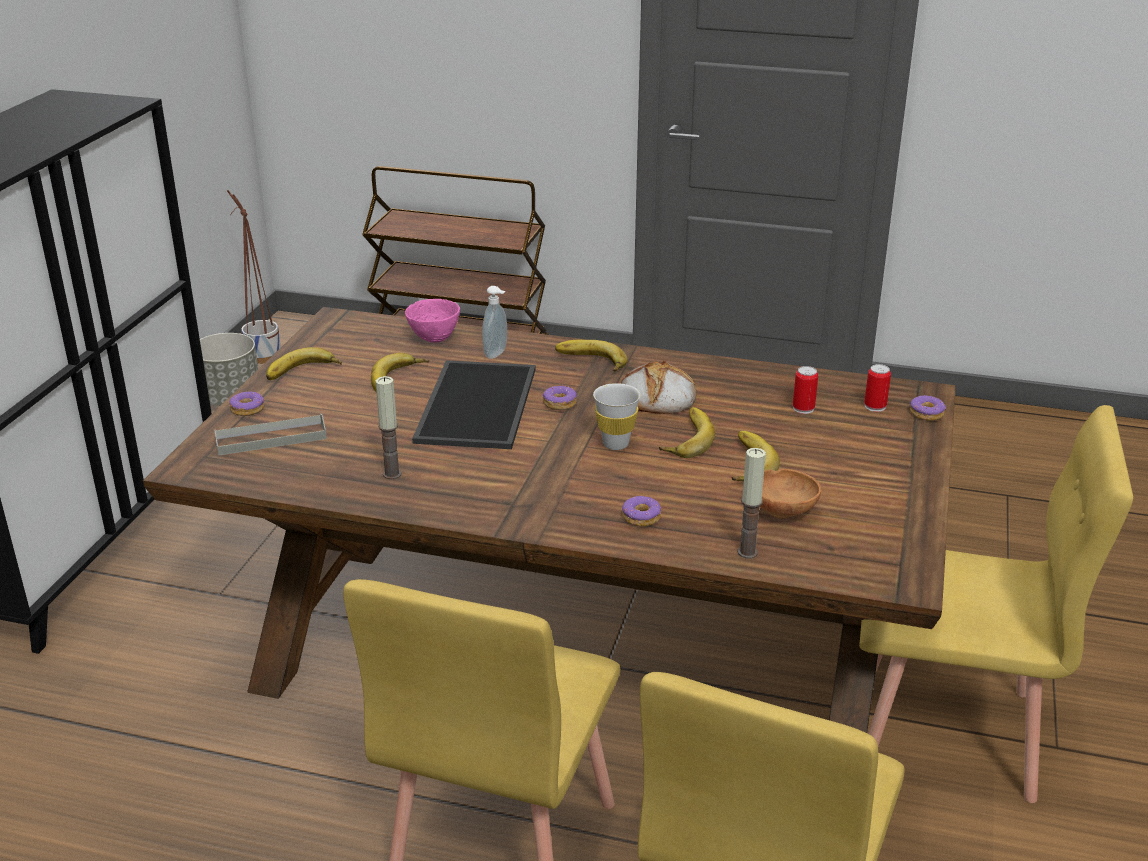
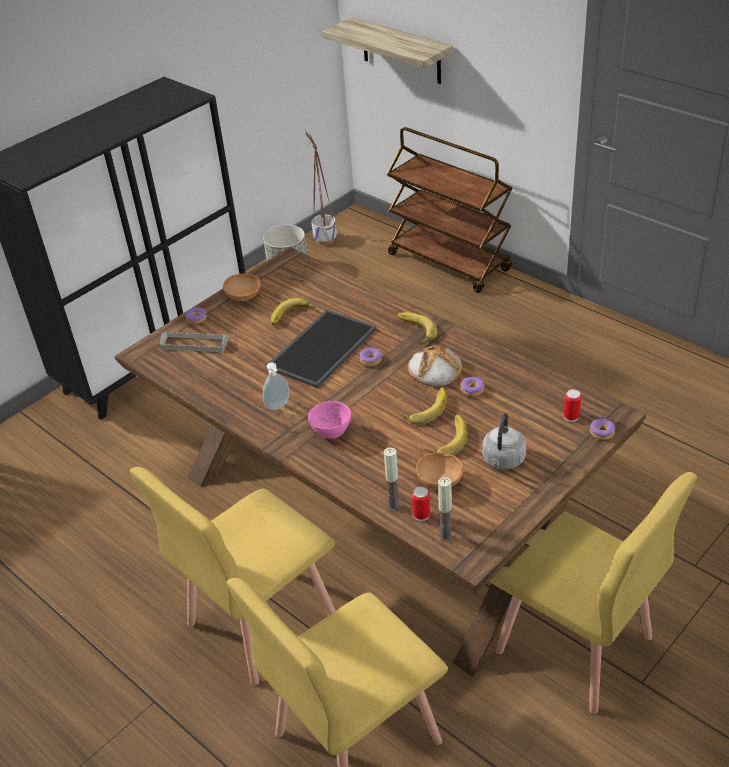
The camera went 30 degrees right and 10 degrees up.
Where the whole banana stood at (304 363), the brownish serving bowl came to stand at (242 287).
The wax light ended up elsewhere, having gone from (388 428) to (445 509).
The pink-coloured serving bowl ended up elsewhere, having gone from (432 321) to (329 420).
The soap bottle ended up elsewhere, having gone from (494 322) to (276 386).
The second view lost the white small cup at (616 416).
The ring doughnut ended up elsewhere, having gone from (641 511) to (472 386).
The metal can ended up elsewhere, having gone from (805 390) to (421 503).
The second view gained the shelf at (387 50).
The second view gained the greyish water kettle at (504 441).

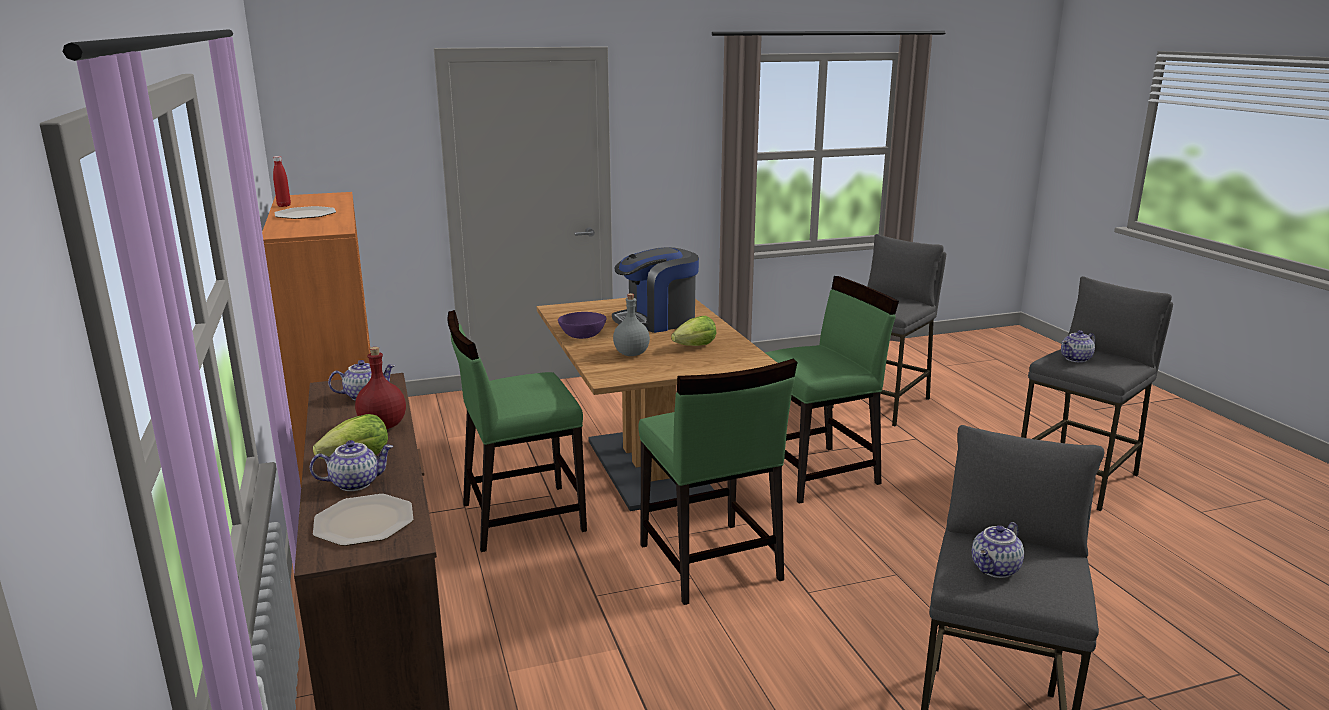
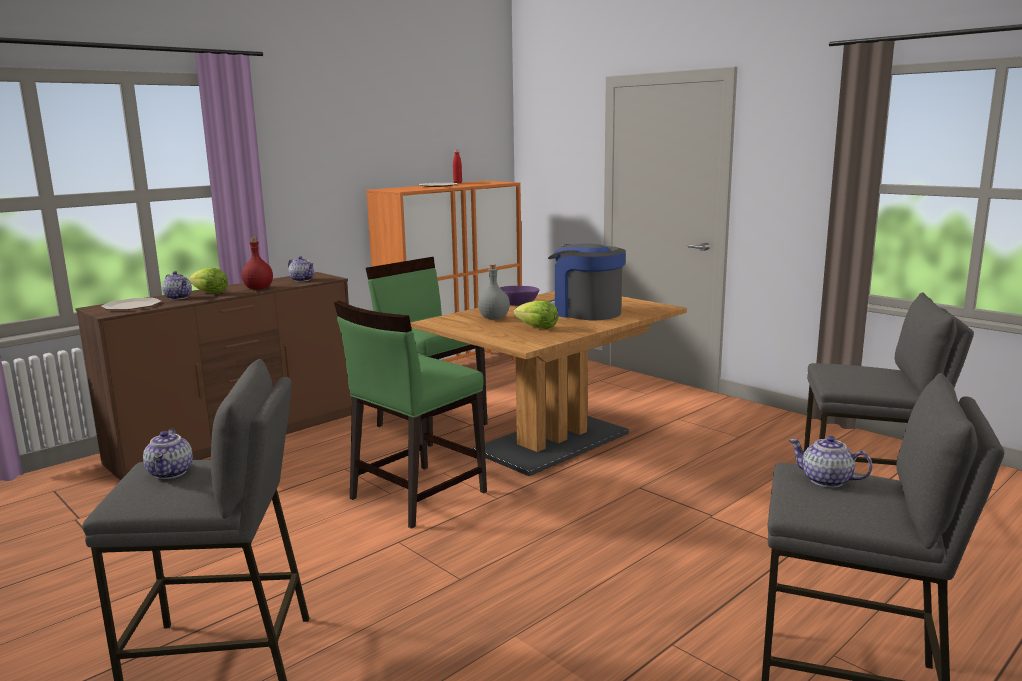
The camera went 65 degrees right and 5 degrees down.
The second view lost the greenish upright chair at (832 390).
The teapot at (998 550) ended up facing another way, 120 degrees counterclockwise from before.

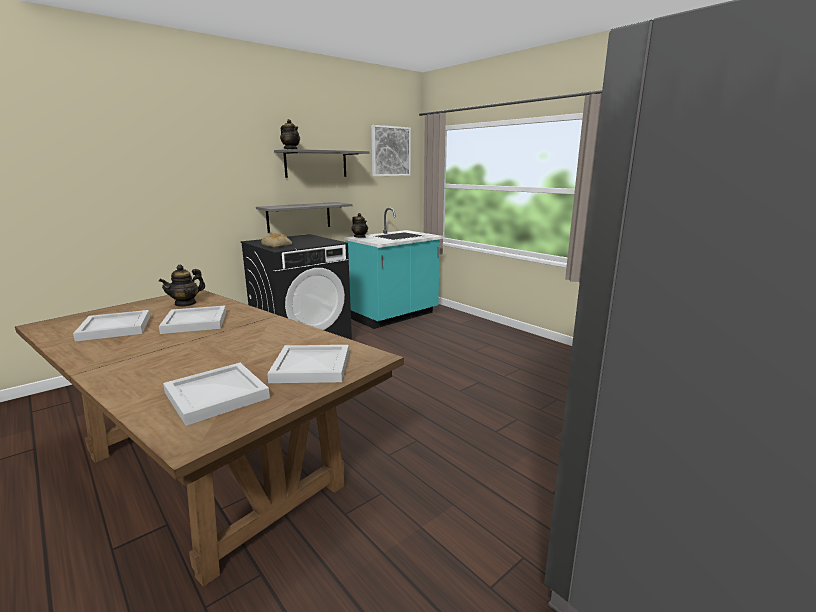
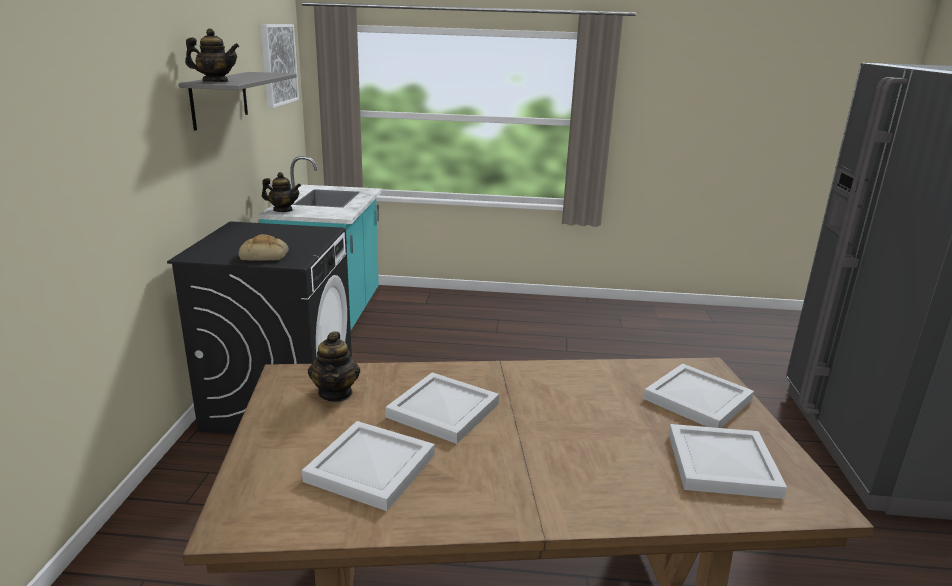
The camera went 45 degrees left and 5 degrees up.
The second view lost the greyish shelf at (304 217).

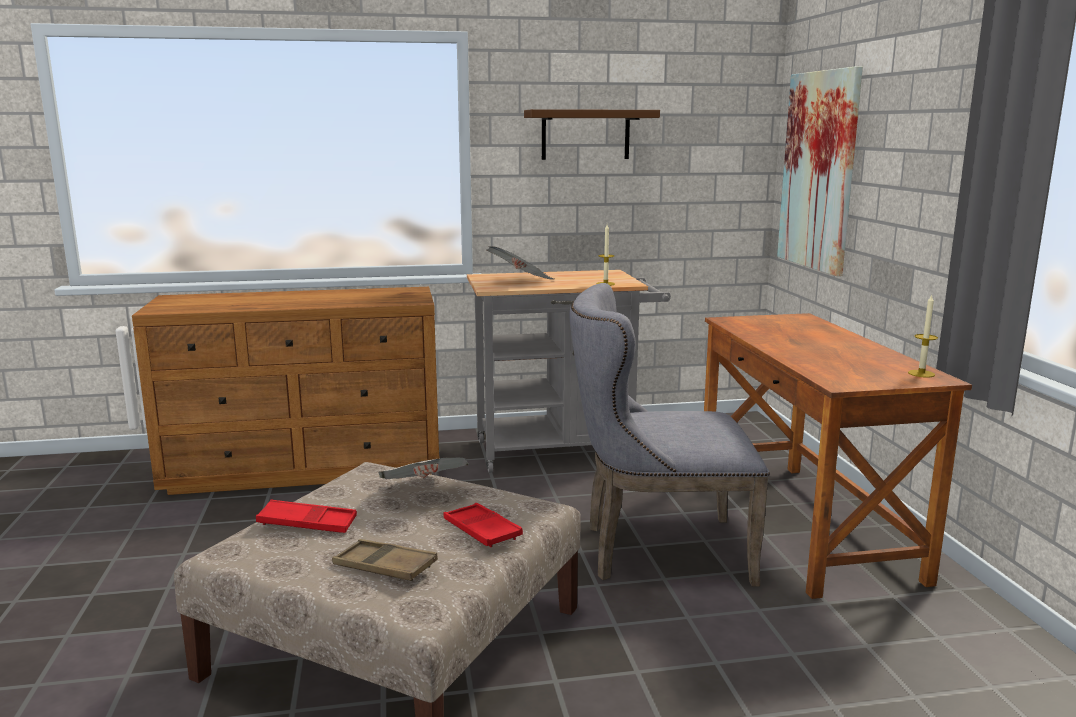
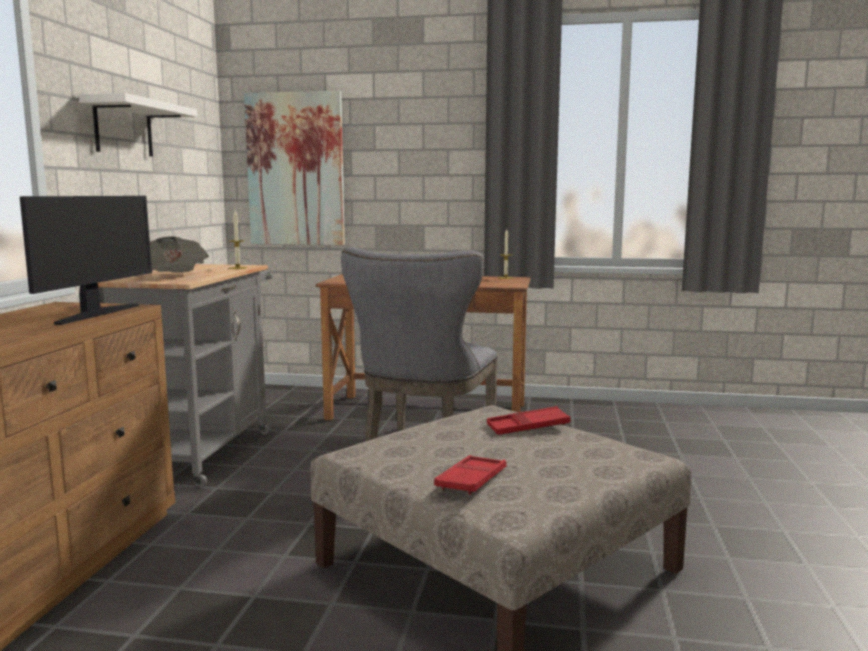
The camera went 70 degrees left and 5 degrees down.
The second view lost the brownish carrying tray at (385 560).
The second view lost the daily paper at (423 468).
What was the brownish shelf at (592 134) turned into the white shelf at (138 125).
The second view gained the computer display at (86 260).

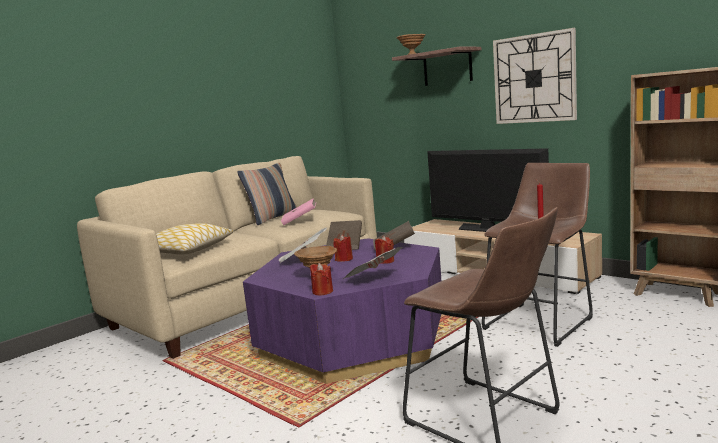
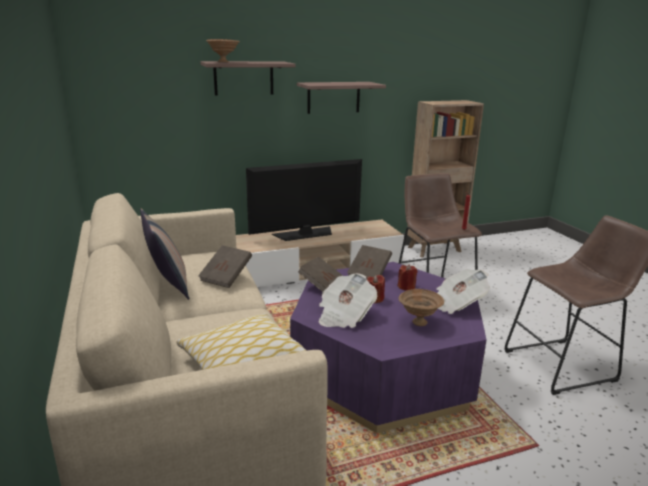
The camera went 65 degrees left and 10 degrees up.
What was the pink-coloured book at (298 211) turned into the brownish book at (225 266).
The second view lost the red wax light at (321 279).
Where the wall clock hung at (535 76), the shelf came to hang at (341 98).

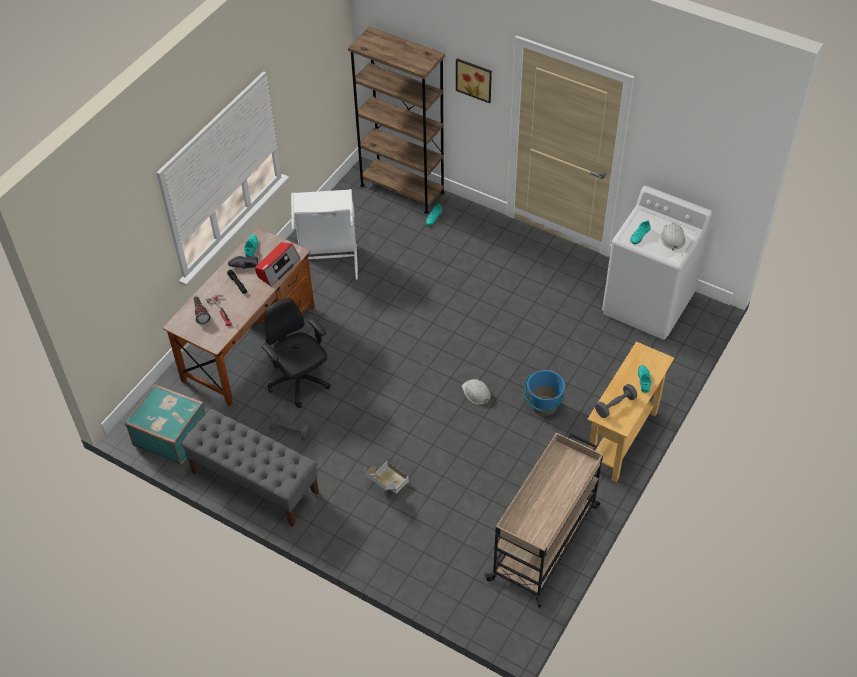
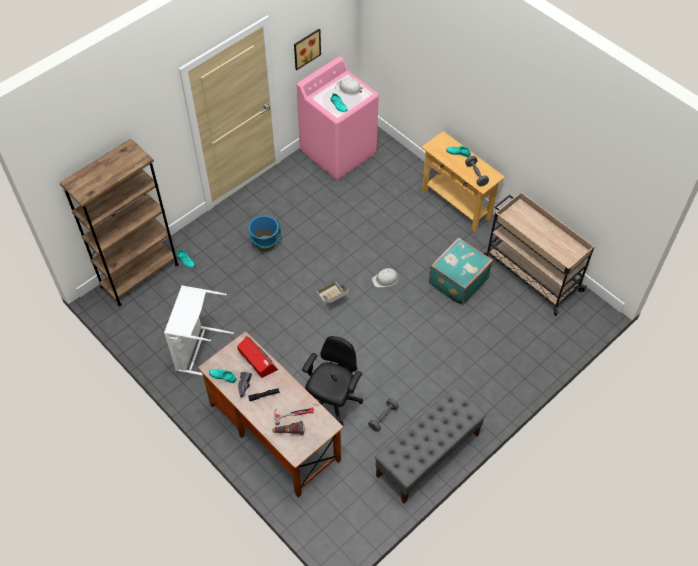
The camera went 75 degrees left and 5 degrees up.
The blue-green travel case ended up elsewhere, having gone from (165 424) to (461 271).
The black-coloured office chair at (296 353) ended up facing another way, 135 degrees clockwise from before.
The cardboard box ended up elsewhere, having gone from (386 477) to (333 293).
The wall picture ended up elsewhere, having gone from (474 80) to (307 49).
The bluish bucket ended up elsewhere, having gone from (544 393) to (265 233).
What was the white laundry appliance at (657 263) turned into the pink-coloured laundry appliance at (338 118).

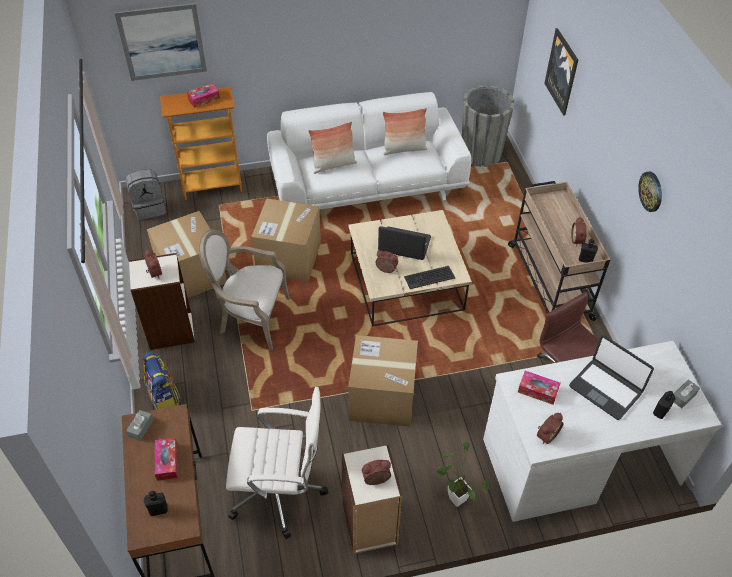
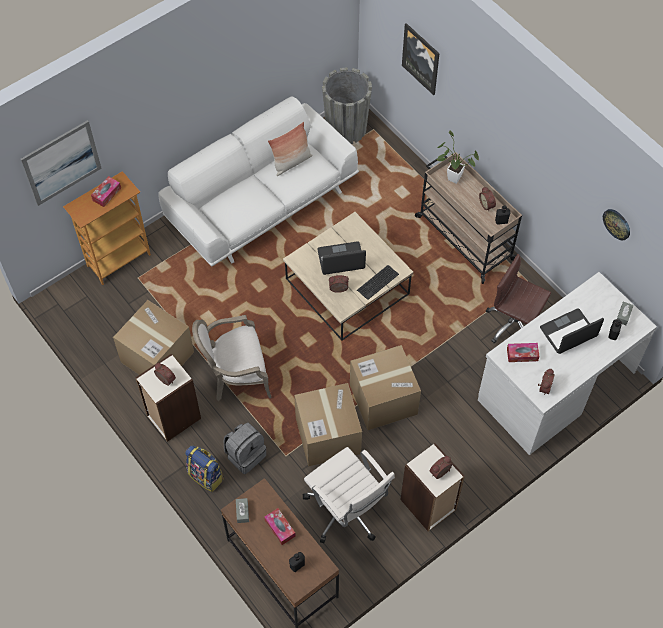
The camera went 25 degrees left and 10 degrees up.
The greyish knapsack ended up elsewhere, having gone from (146 194) to (245 448).
The white office chair at (277 463) ended up facing another way, 75 degrees clockwise from before.
The cardboard box ended up elsewhere, having gone from (286 239) to (328 425).
The second view lost the throw pillow at (332 147).
The houseplant ended up elsewhere, having gone from (462 474) to (458 157).
The laptop at (611 377) ended up facing another way, 135 degrees clockwise from before.
The wall clock ended up elsewhere, having gone from (650 191) to (616 224).

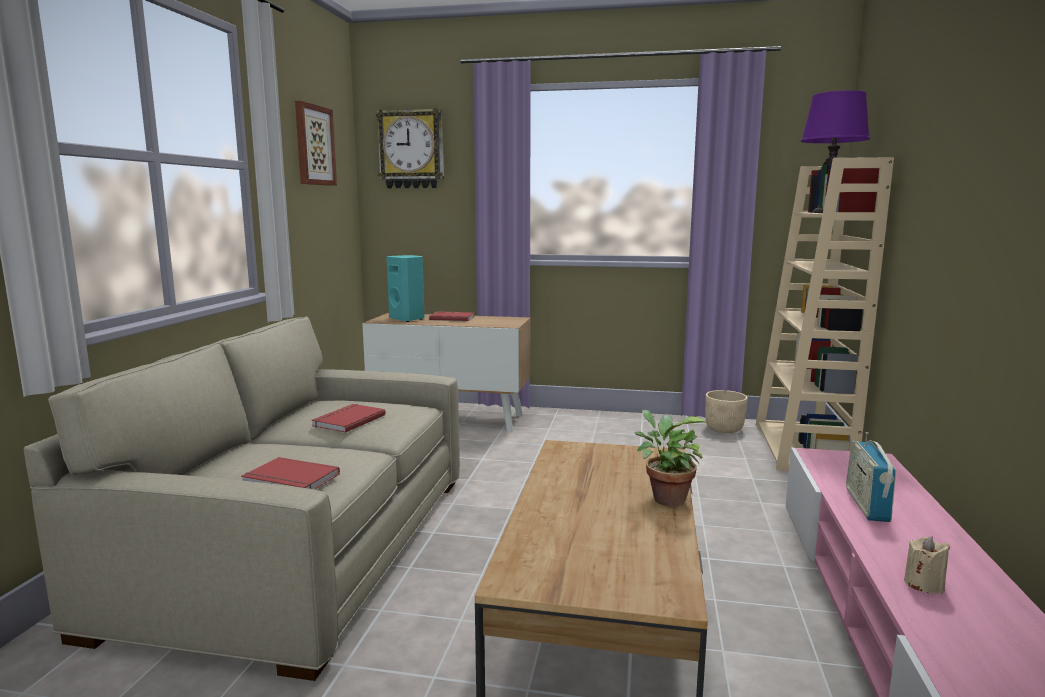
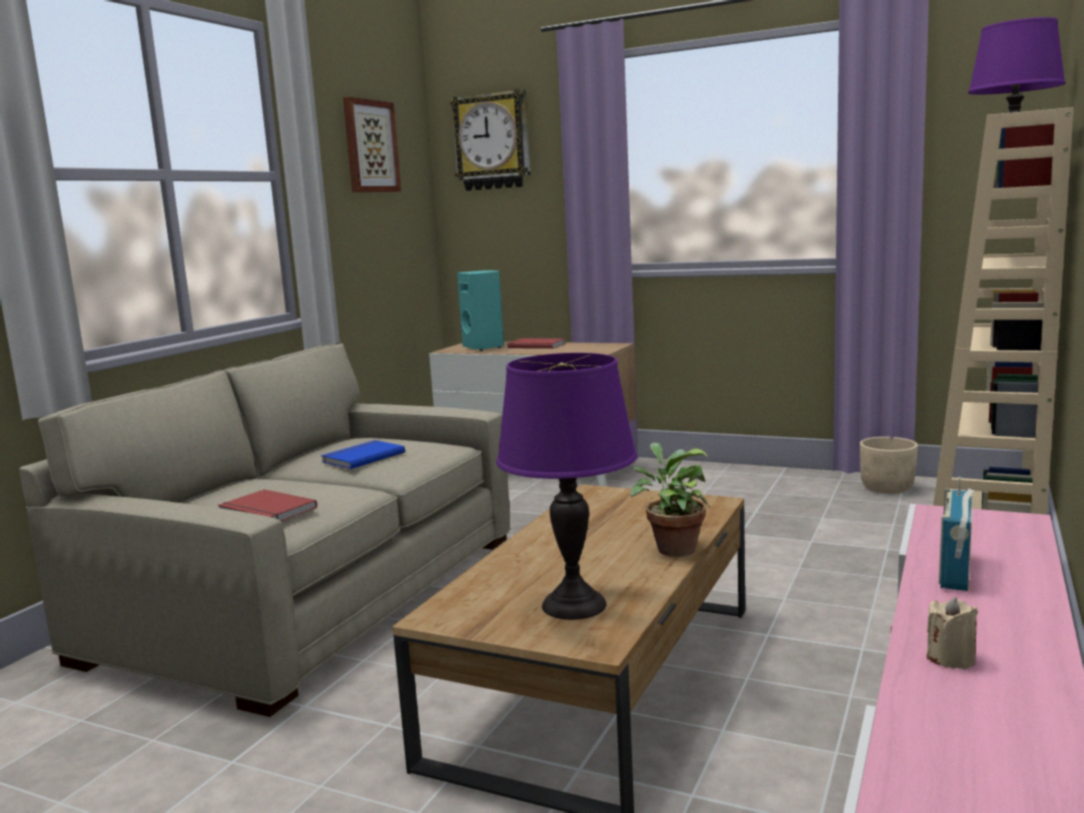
The camera went 15 degrees right and 0 degrees up.
What was the red book at (348 418) turned into the bluish book at (363 454).
The second view gained the purple-coloured lamp for a table at (566 486).

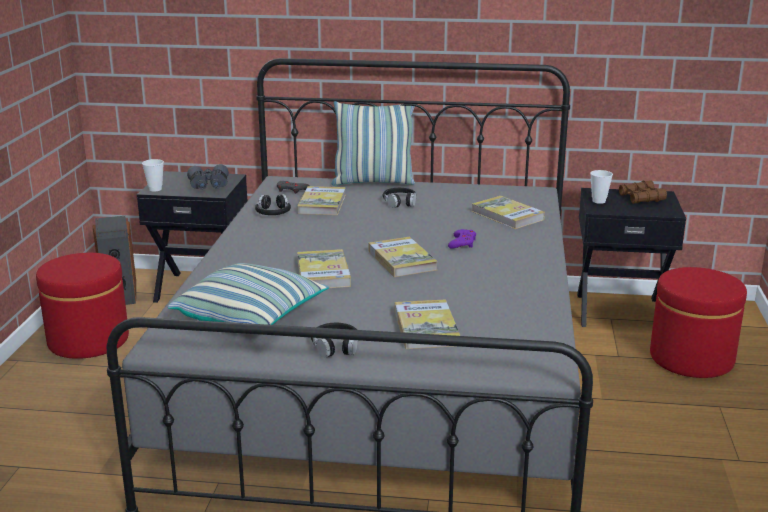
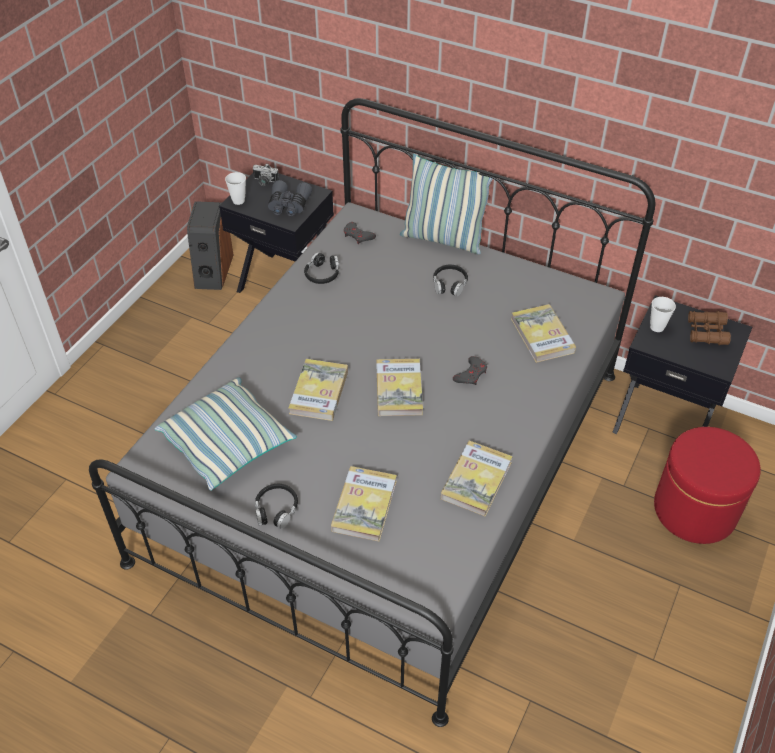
The camera went 20 degrees right and 25 degrees up.
The second view lost the red ottoman at (82 306).
The book ended up elsewhere, having gone from (321 200) to (477 479).
What was the purple-coloured joypad at (462 239) turned into the greyish joypad at (470 370).
The second view gained the still camera at (266 174).

